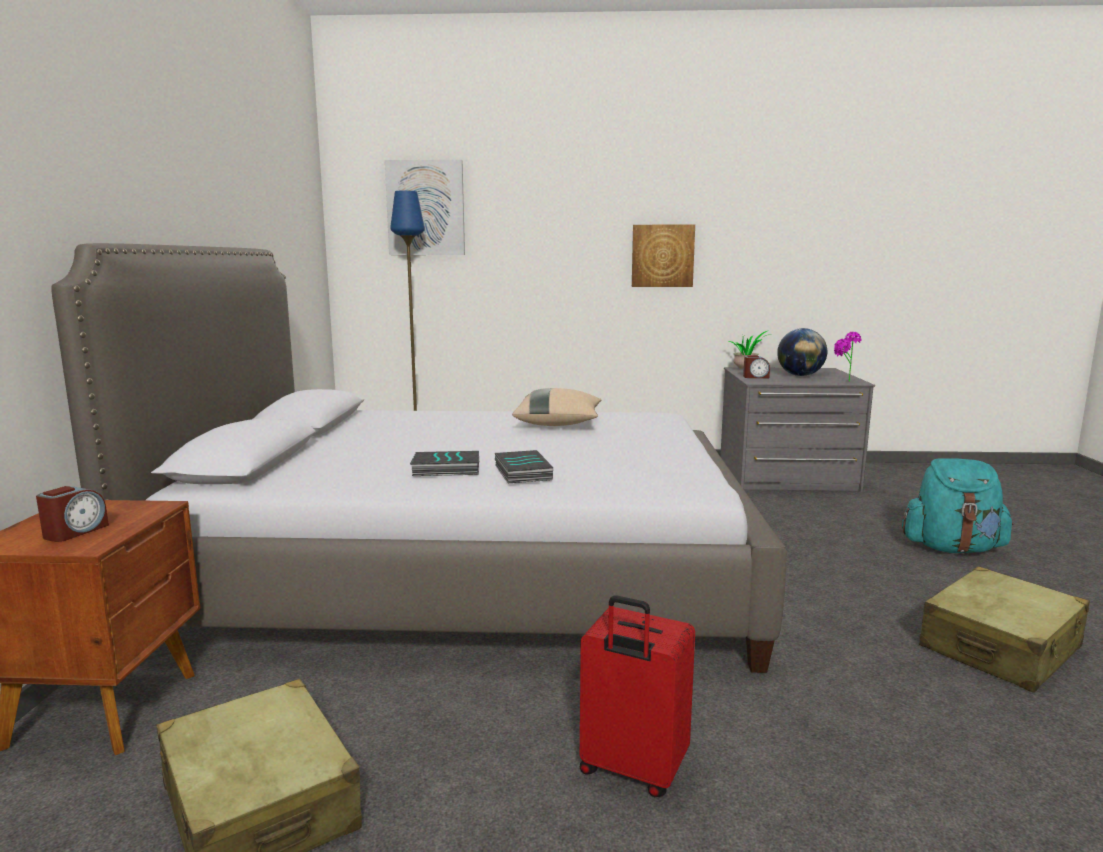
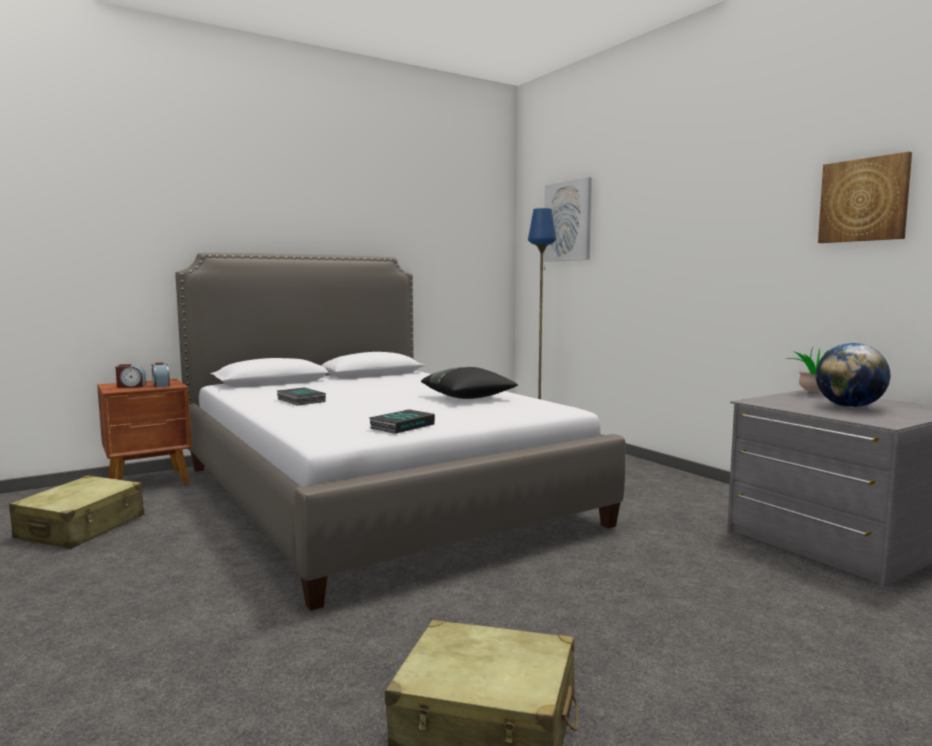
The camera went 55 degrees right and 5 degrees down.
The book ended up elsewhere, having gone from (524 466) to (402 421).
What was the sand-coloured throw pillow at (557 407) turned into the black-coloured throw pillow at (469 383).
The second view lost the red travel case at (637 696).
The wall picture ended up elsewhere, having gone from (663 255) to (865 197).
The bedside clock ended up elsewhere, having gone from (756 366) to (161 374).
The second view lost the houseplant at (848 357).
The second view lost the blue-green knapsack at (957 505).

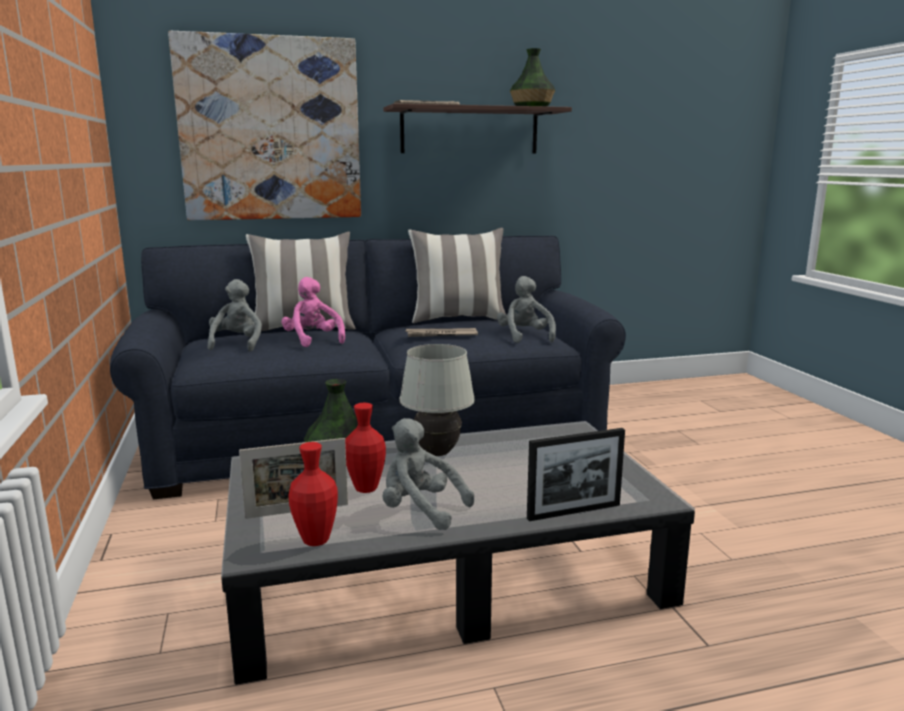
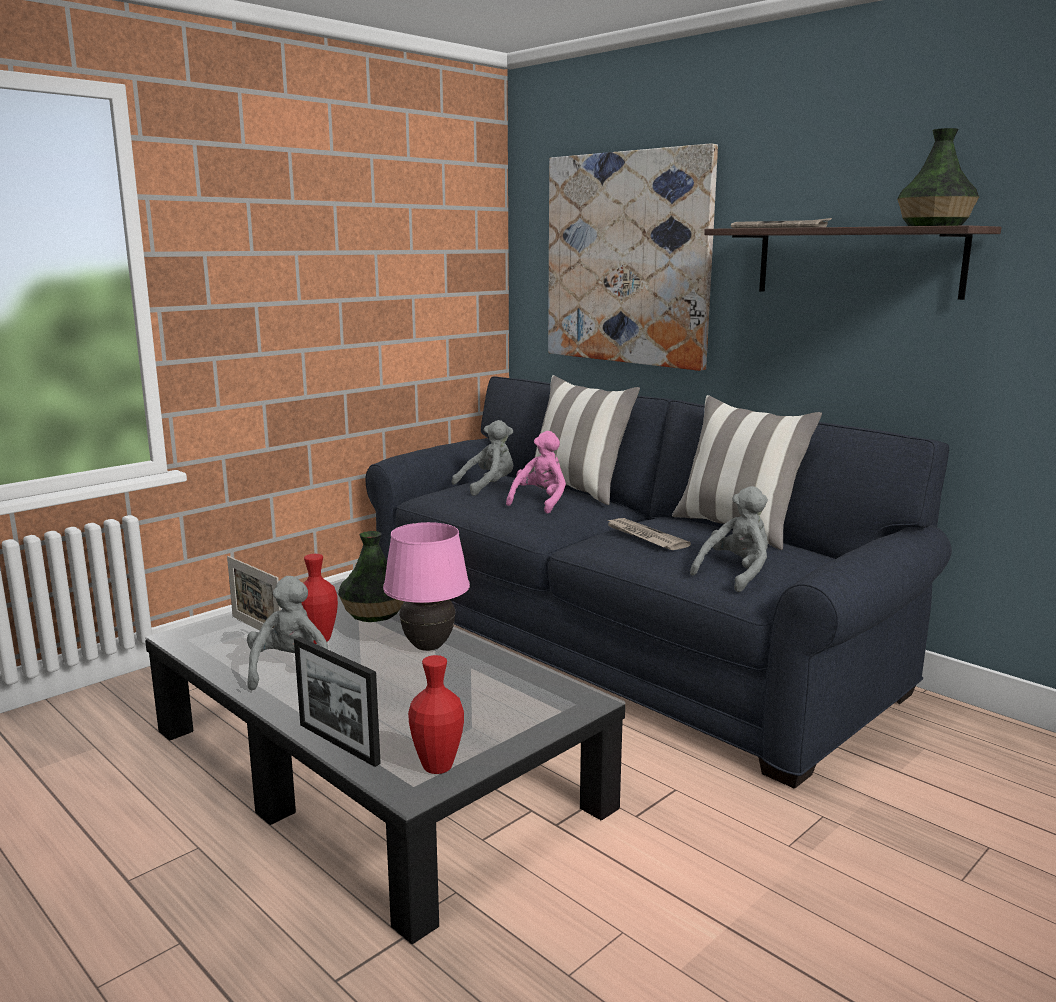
The camera went 60 degrees right and 0 degrees up.
The red vase ended up elsewhere, having gone from (313 494) to (436 714).
What was the white lamp for a table at (437 400) turned into the pink-coloured lamp for a table at (426 586).

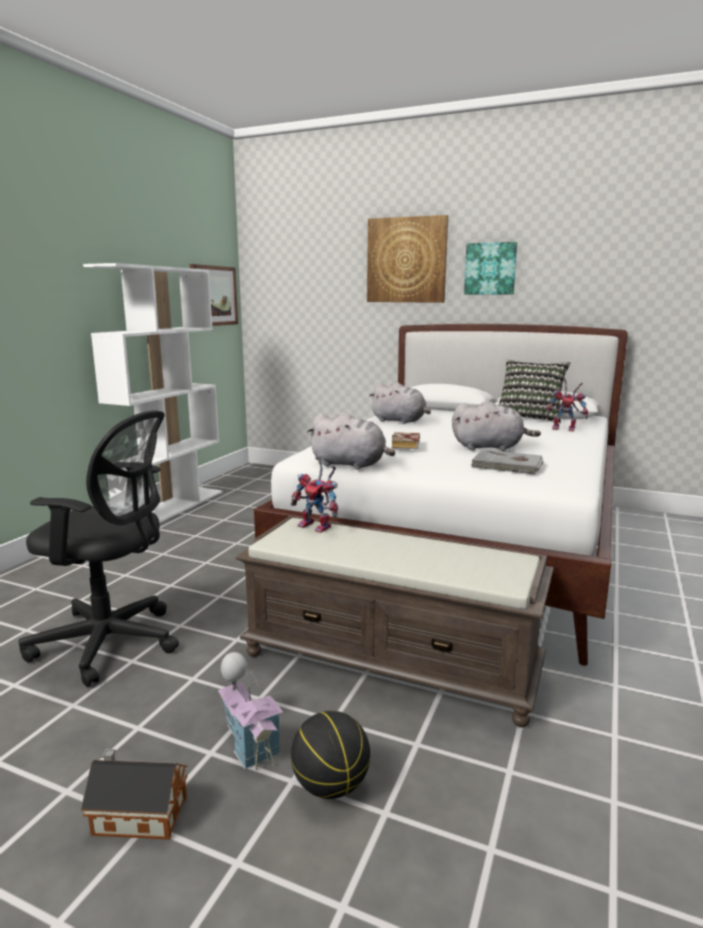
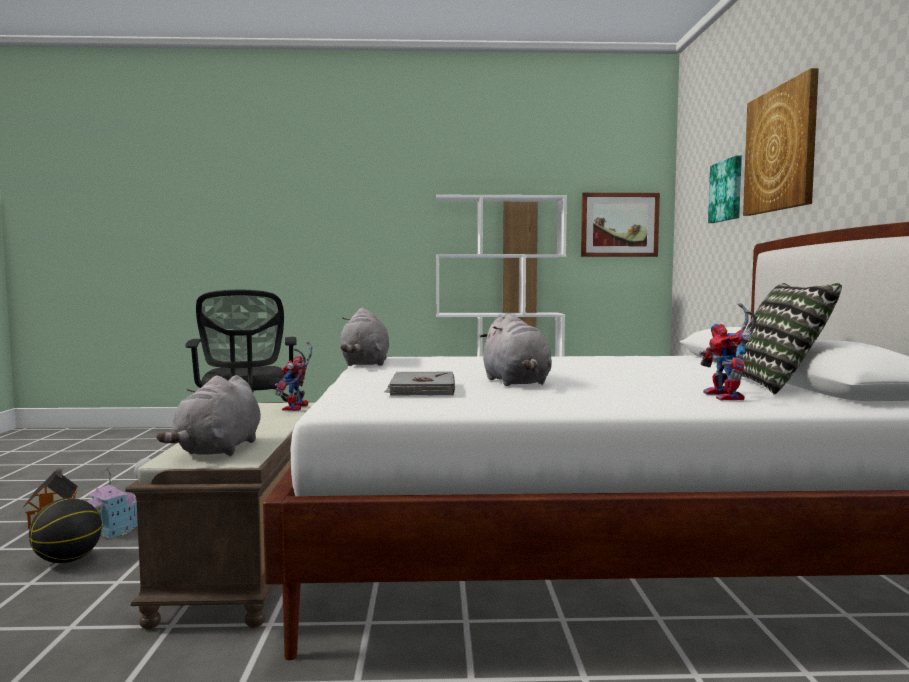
The camera went 65 degrees right and 10 degrees down.
The greyish plush toy ended up elsewhere, having gone from (400 403) to (208 415).
The second view lost the book at (406 440).
The wall picture ended up elsewhere, having gone from (490 268) to (725 189).

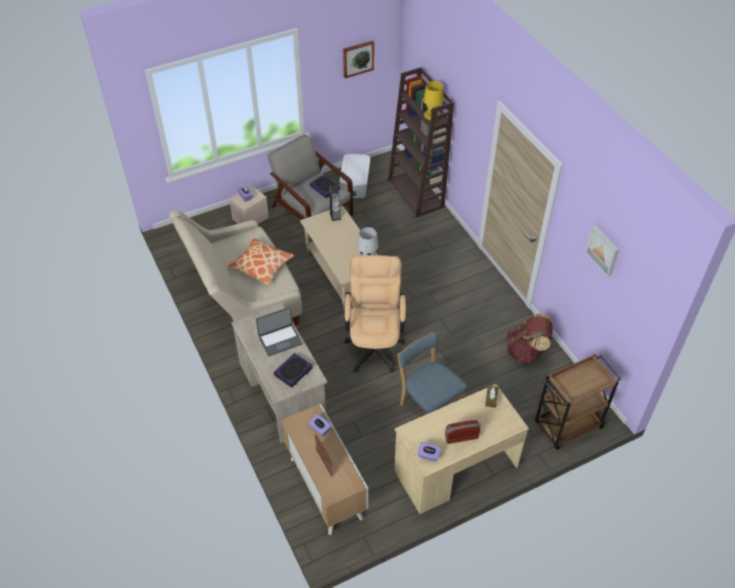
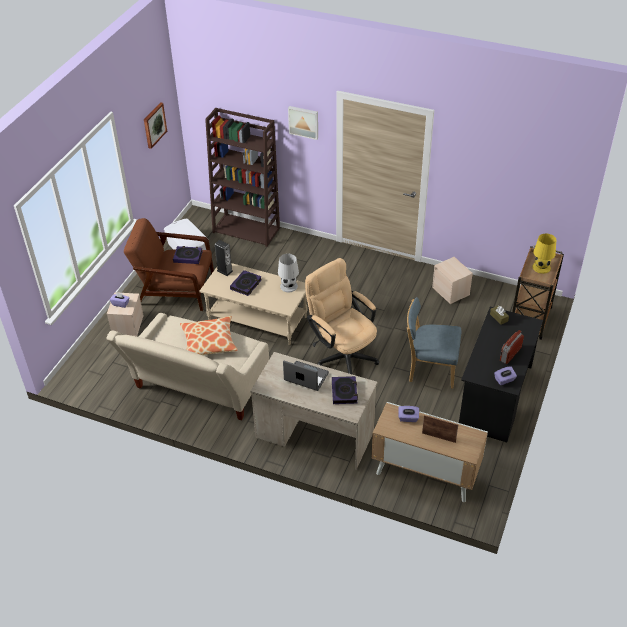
The camera went 40 degrees left and 5 degrees down.
The laptop at (279 331) ended up facing another way, 90 degrees counterclockwise from before.
What was the greyish easy chair at (310 187) turned into the brownish easy chair at (169 264).
What was the sand-coloured desk unit at (461 449) turned into the black-coloured desk unit at (501 374).
The yellowish lamp for a table ended up elsewhere, having gone from (433 100) to (544 254).
Where the brownish knapsack stood at (529 339), the sand-coloured storage container came to stand at (452 280).
The wall picture ended up elsewhere, having gone from (602 251) to (303 123).
The second view gained the book at (246 283).

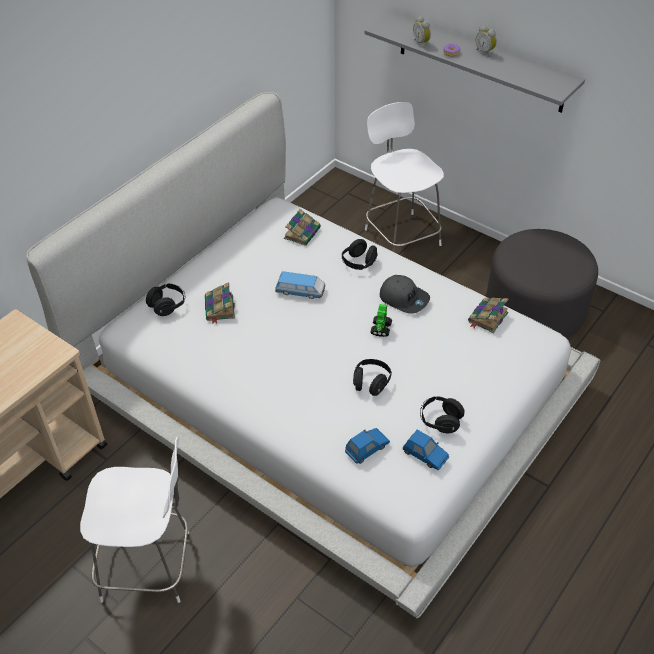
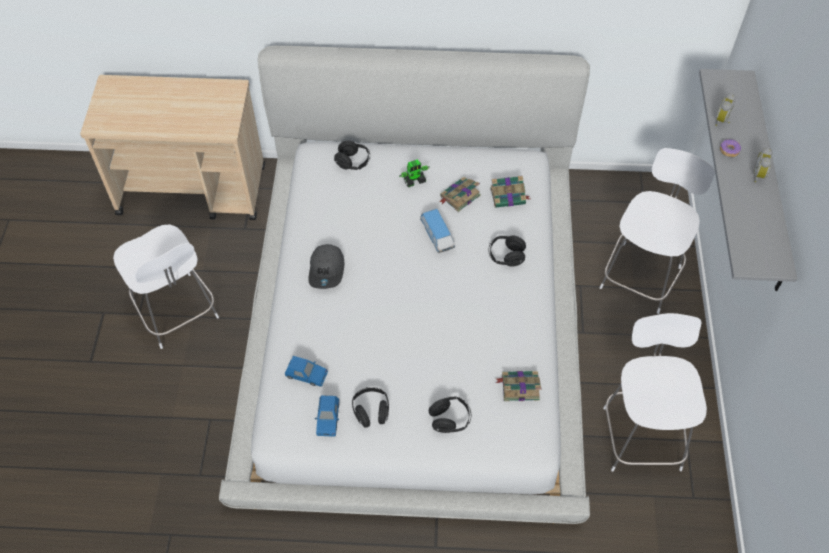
The camera went 55 degrees right and 10 degrees up.
The book ended up elsewhere, having gone from (220 303) to (460 194).
The black-coloured pair of headphones ended up elsewhere, having gone from (372 377) to (450 414).
The robot figure ended up elsewhere, having gone from (381 320) to (414 173).
The greyish baseball cap ended up elsewhere, having gone from (405 294) to (326 266).
Where the greyish ottoman stood at (542 283), the white upright chair came to stand at (655 392).

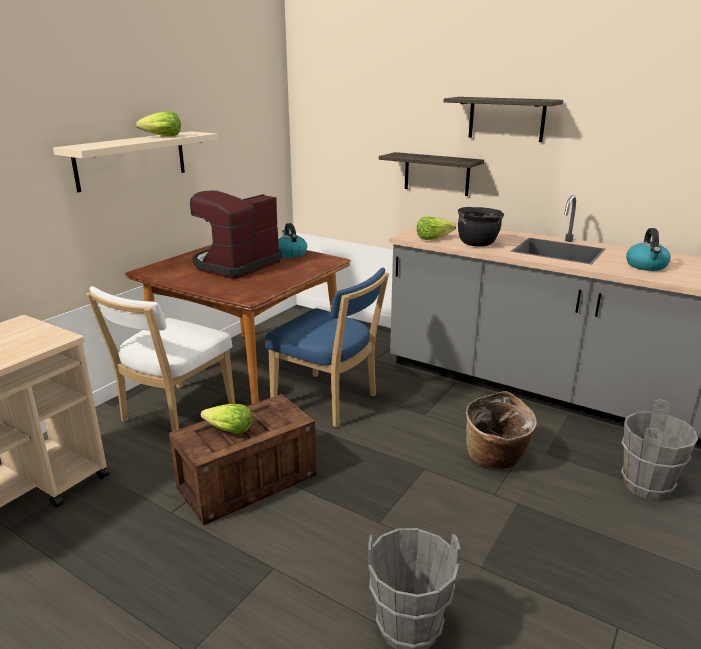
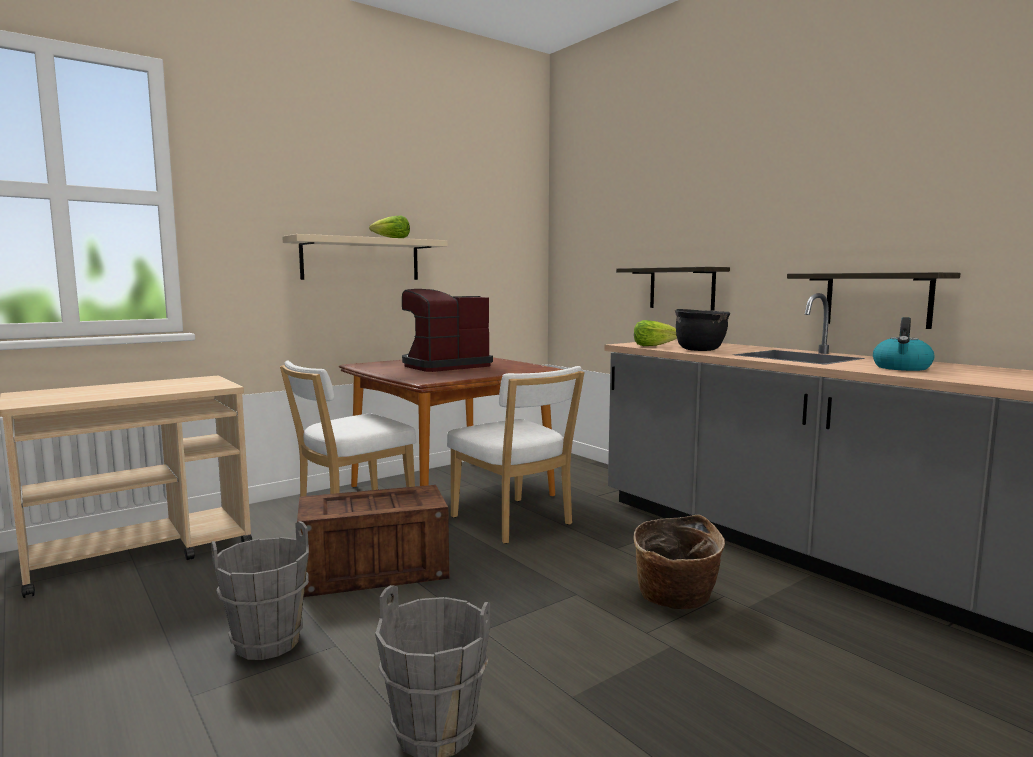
The camera went 20 degrees right and 15 degrees down.
The second view lost the lettuce head at (227 419).
What was the bluish upright chair at (327 347) turned into the white upright chair at (515 455).
The second view lost the water kettle at (292 240).
The shelf ended up elsewhere, having gone from (503 119) to (874 300).
The greyish bucket ended up elsewhere, having gone from (659 449) to (260 590).

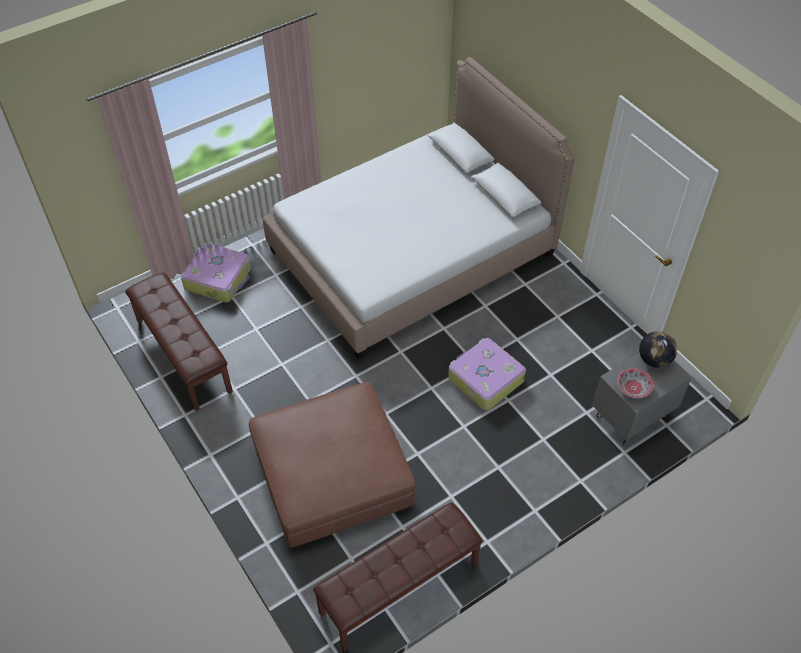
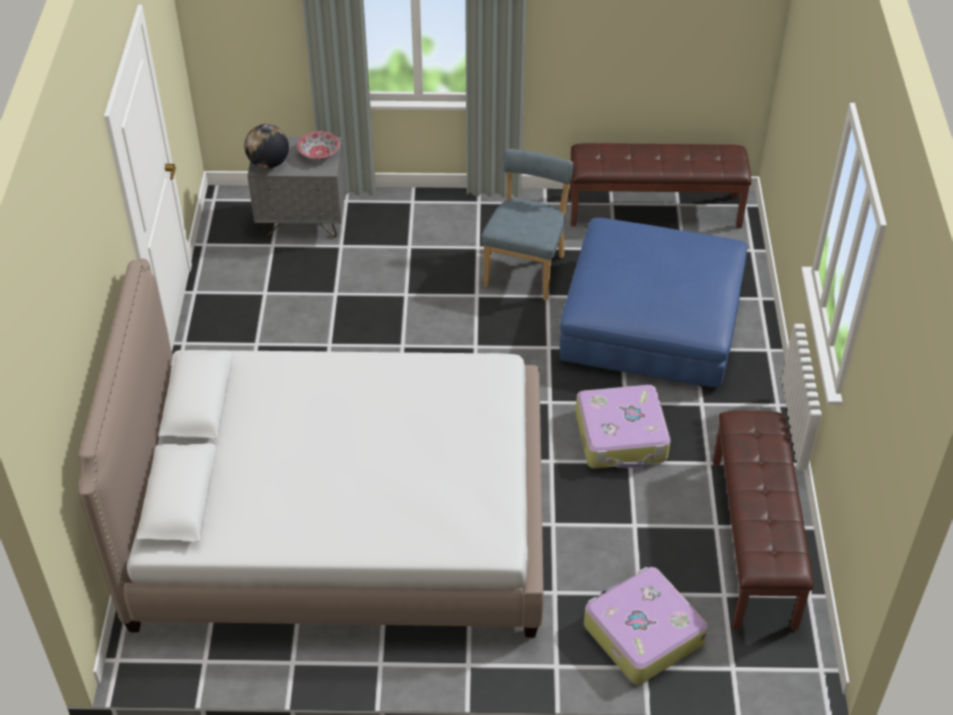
The camera went 145 degrees left and 5 degrees down.
What was the brownish ottoman at (332 464) turned into the bluish ottoman at (653 303).
The travel case ended up elsewhere, having gone from (487 374) to (623 427).
The second view gained the bluish upright chair at (527 225).

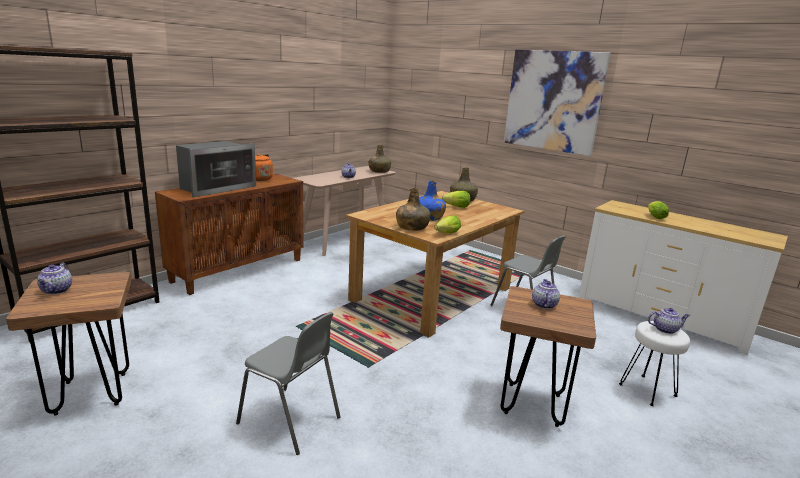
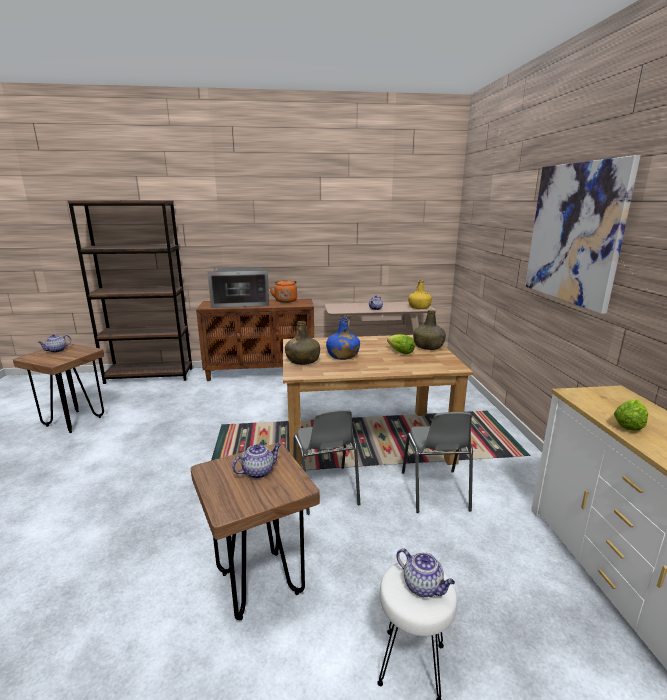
The camera went 45 degrees right and 0 degrees up.
The greyish upright chair ended up elsewhere, having gone from (288 383) to (326 462).
What was the greenish drink bottle at (380 159) turned into the yellowish drink bottle at (420 294).
The second view lost the lettuce head at (448 224).

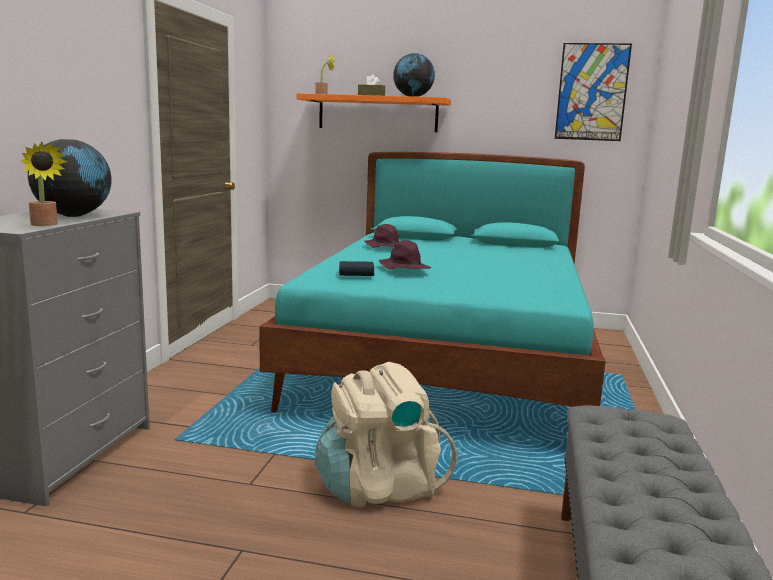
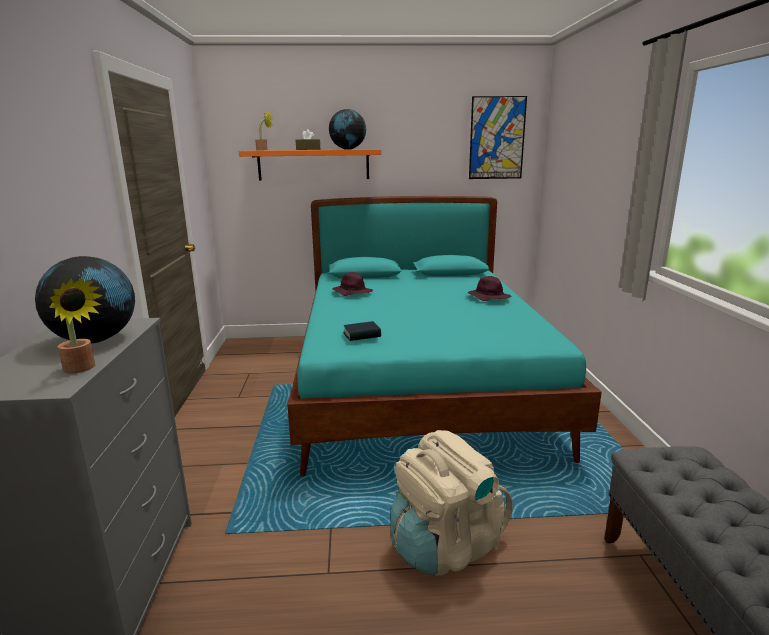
The camera went 15 degrees left and 5 degrees up.
The purple-coloured wearable hat ended up elsewhere, having gone from (405 254) to (490 288).

